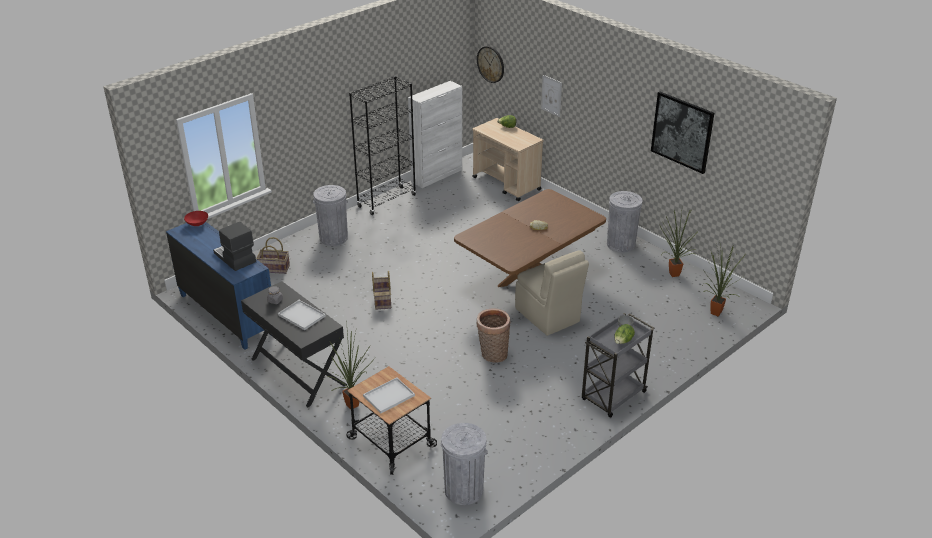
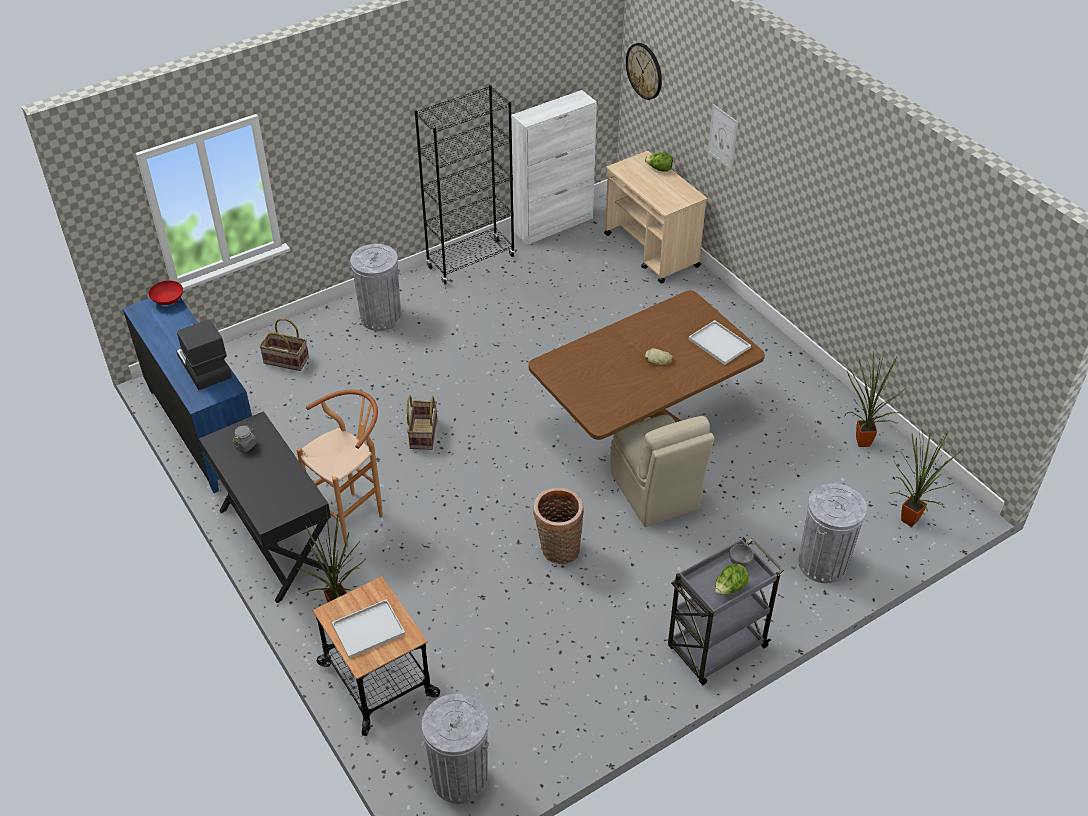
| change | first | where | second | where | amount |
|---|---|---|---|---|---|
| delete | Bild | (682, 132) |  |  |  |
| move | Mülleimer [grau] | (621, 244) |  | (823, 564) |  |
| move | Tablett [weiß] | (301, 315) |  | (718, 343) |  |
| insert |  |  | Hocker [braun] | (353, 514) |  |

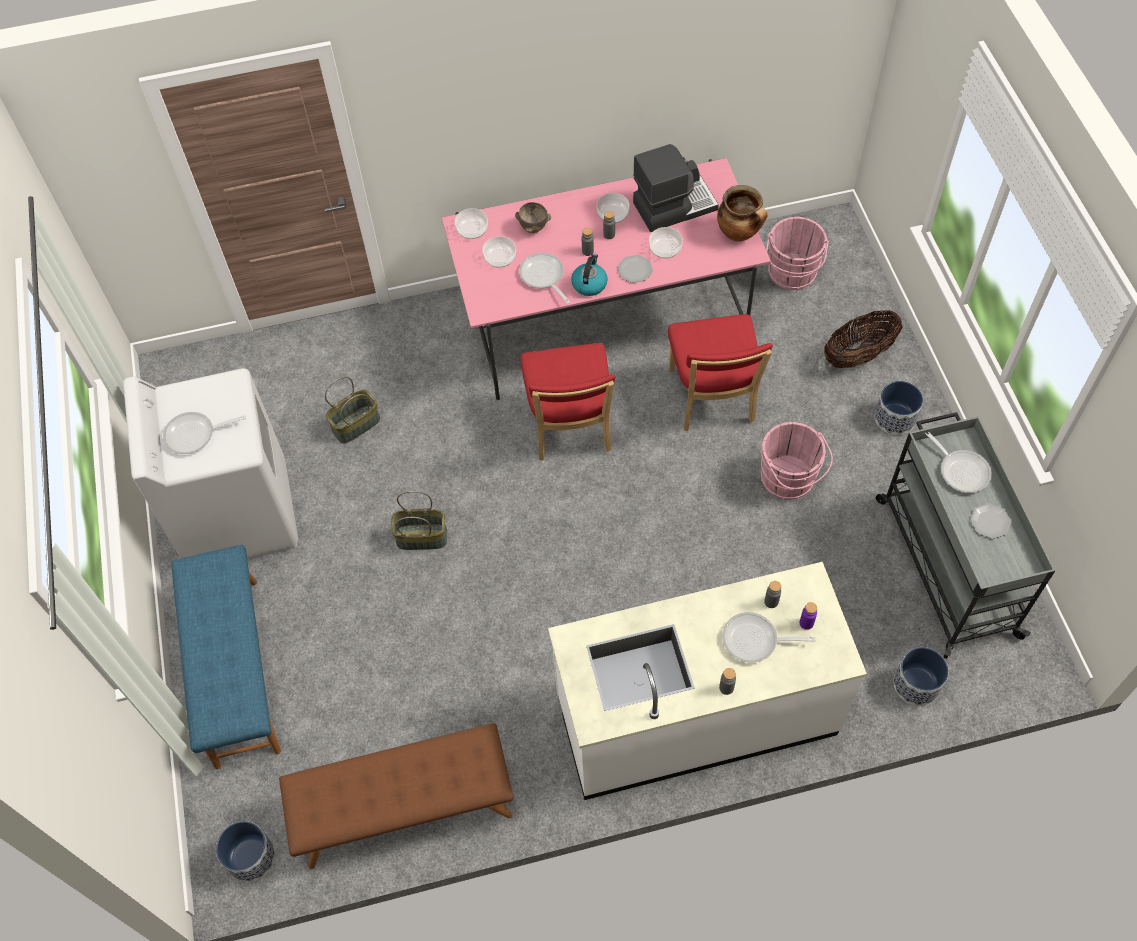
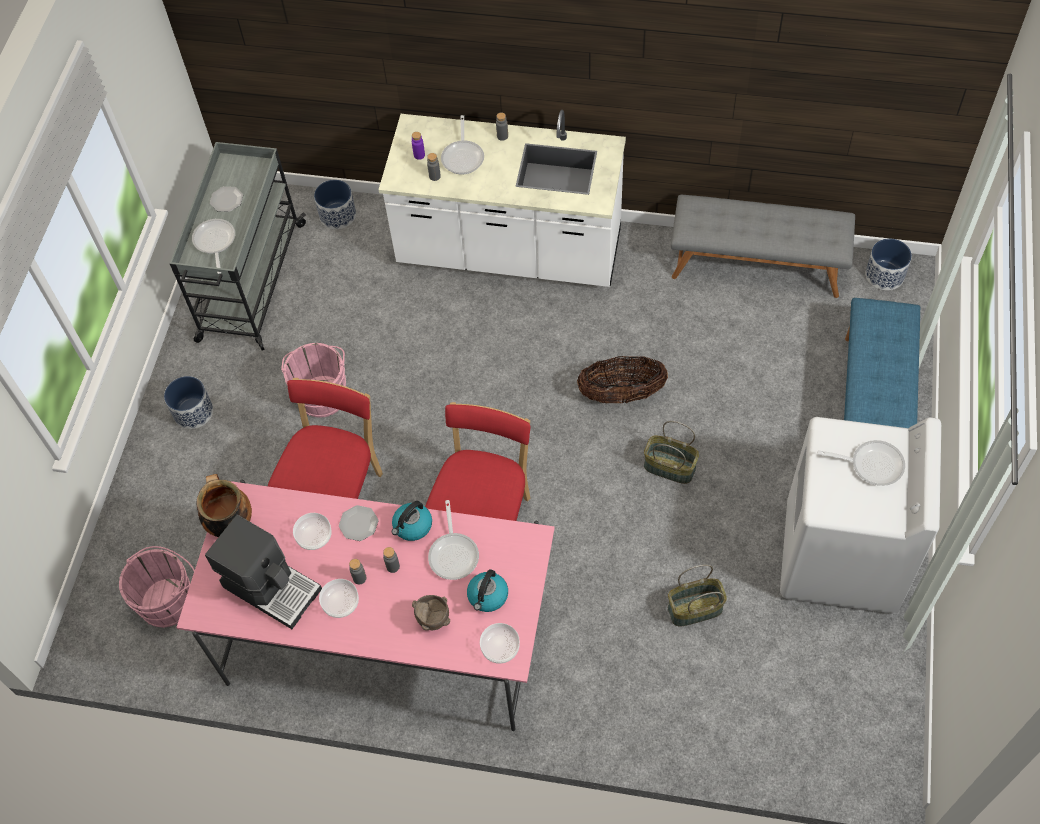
| change | first | where | second | where | amount |
|---|---|---|---|---|---|
| rotate | Kaffeemaschine | (673, 206) |  | (272, 586) | 150 degrees counterclockwise |
| replace | Schüssel | (499, 258) | Wasserkessel | (488, 596) |  |
| move | Korb | (858, 355) |  | (621, 394) |  |
| rotate | Pfanne | (755, 640) |  | (463, 156) | 60 degrees clockwise |
| recolor | Bank [braun] | (405, 811) | Bank [grau] | (757, 265) |  |

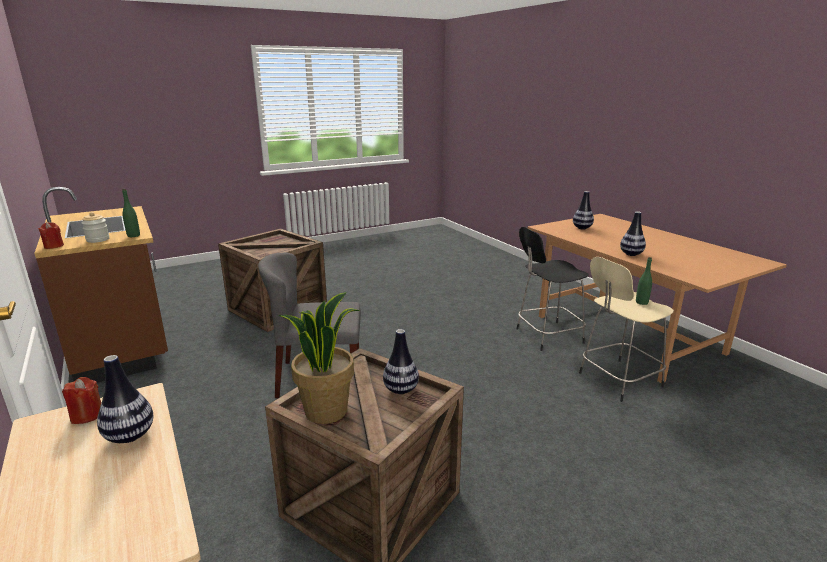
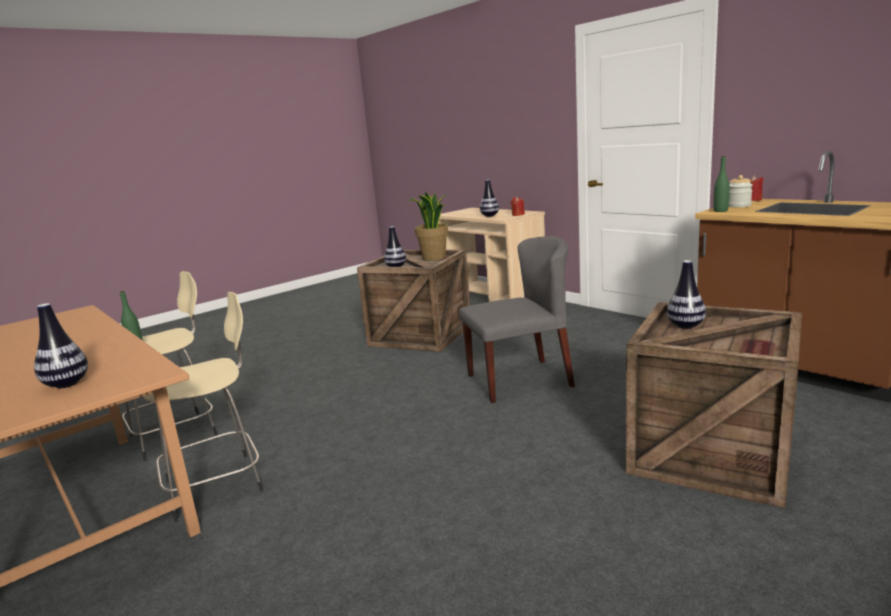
| change | first | where | second | where | amount |
|---|---|---|---|---|---|
| move | Vase | (631, 254) |  | (685, 326) |  |
| recolor | Hocker [schwarz] | (547, 336) | Hocker [beige] | (218, 484) |  |

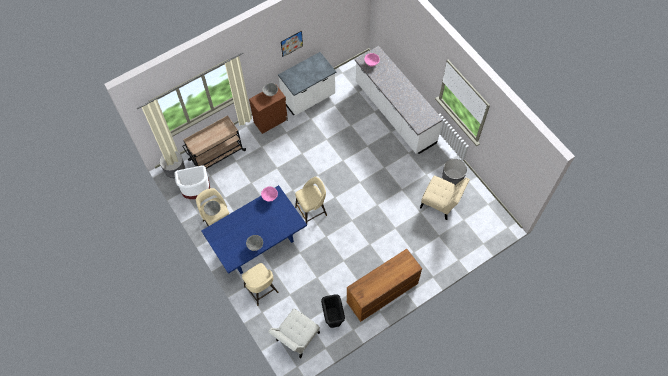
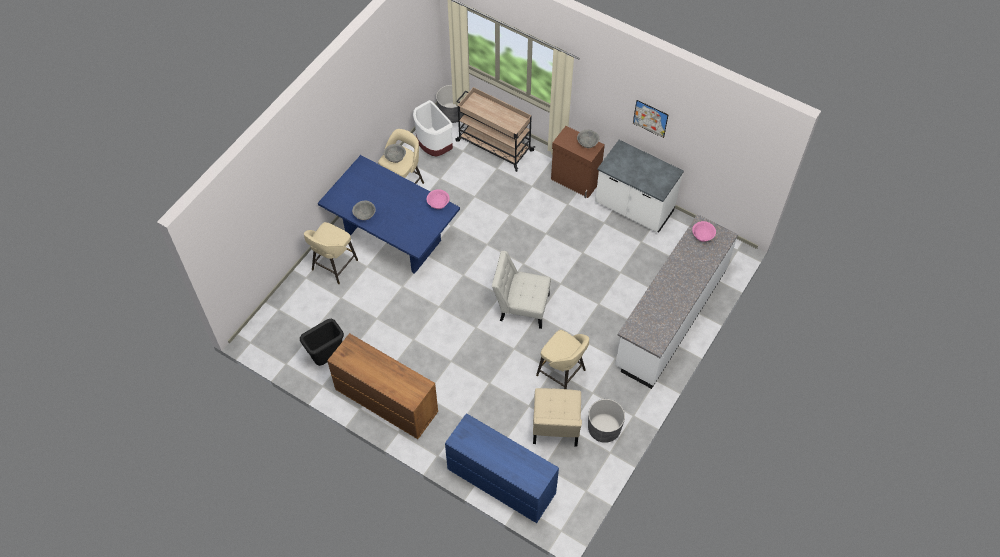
| change | first | where | second | where | amount |
|---|---|---|---|---|---|
| move | Hocker [beige] | (312, 211) |  | (562, 373) |  |
| move | Stuhl [weiß] | (296, 338) |  | (521, 306) |  |
| insert |  |  | Kommode [blau] | (500, 481) |  |

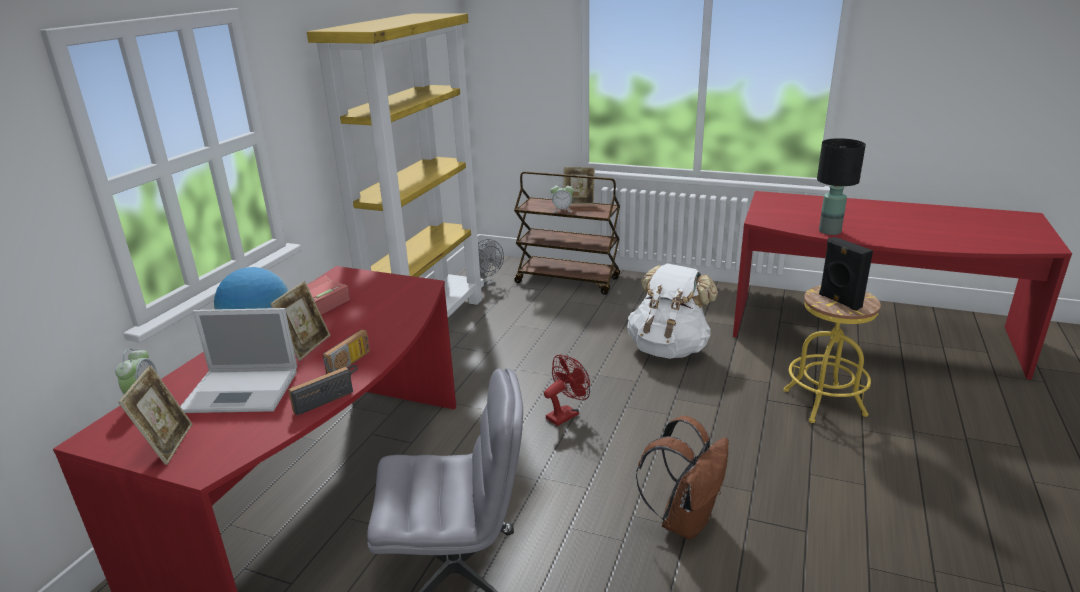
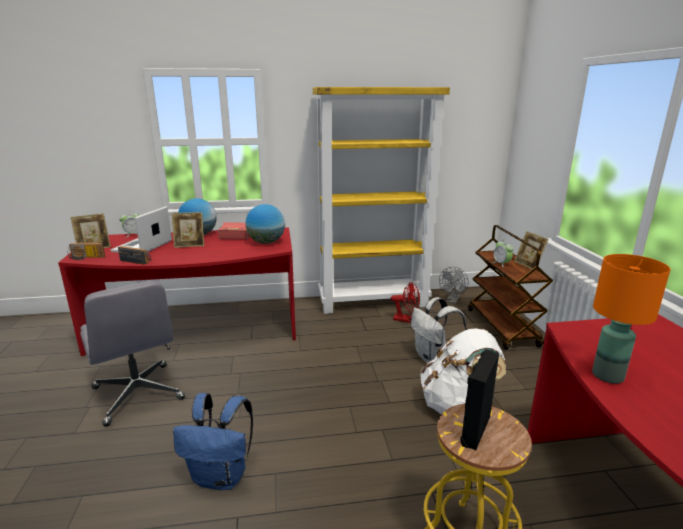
| change | first | where | second | where | amount |
|---|---|---|---|---|---|
| recolor | Tischlampe [schwarz] | (830, 231) | Tischlampe [orange] | (608, 375) |  |
| rotate | Laptop | (243, 390) |  | (142, 246) | 45 degrees clockwise |
| move | Radio | (351, 366) |  | (85, 258) |  |
| move | Ventilator [rot] | (566, 414) |  | (406, 319) |  |
| recolor | Rucksack [braun] | (685, 520) | Rucksack [blau] | (221, 476) |  |
| insert |  |  | Globus | (266, 242) |  |
| insert |  |  | Rucksack [weiß] | (433, 358) |  |

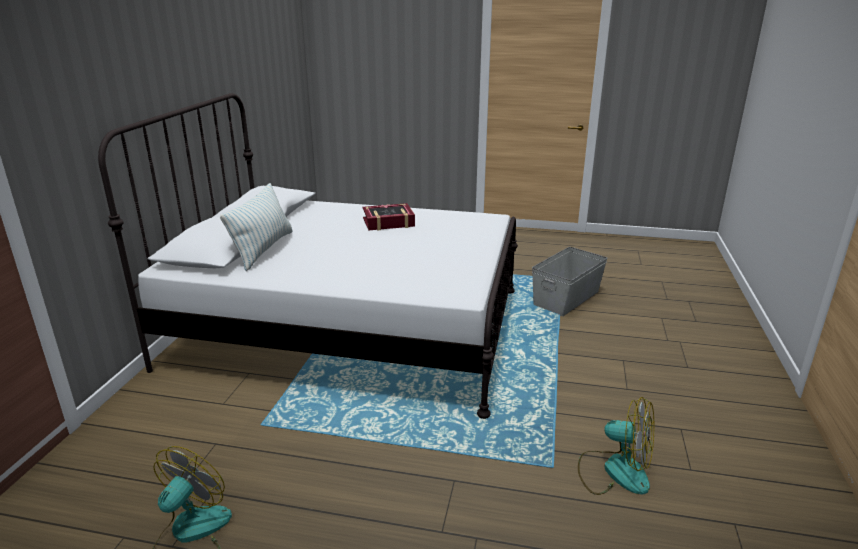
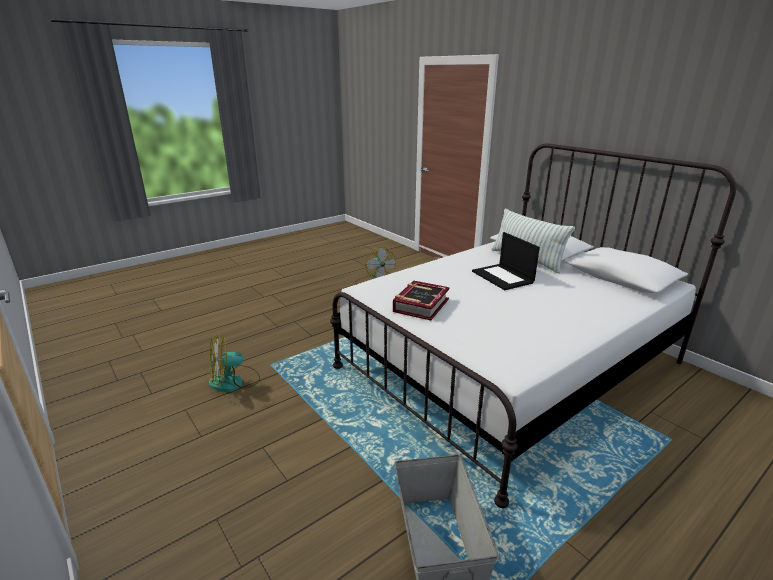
| change | first | where | second | where | amount |
|---|---|---|---|---|---|
| move | Buch | (388, 222) |  | (420, 305) |  |
| insert |  |  | Laptop | (503, 277) |  |

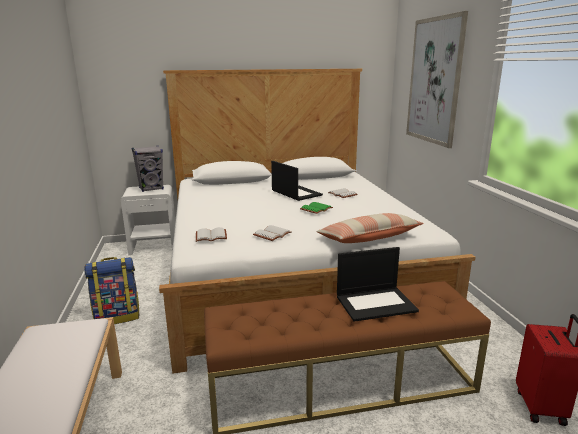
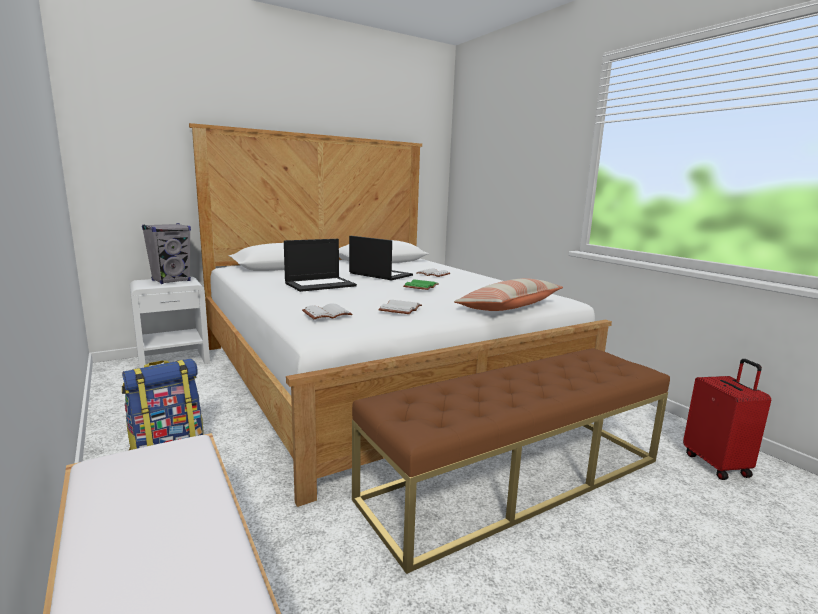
| change | first | where | second | where | amount |
|---|---|---|---|---|---|
| delete | Bild | (434, 81) |  |  |  |
| move | Laptop | (376, 303) |  | (320, 284) |  |

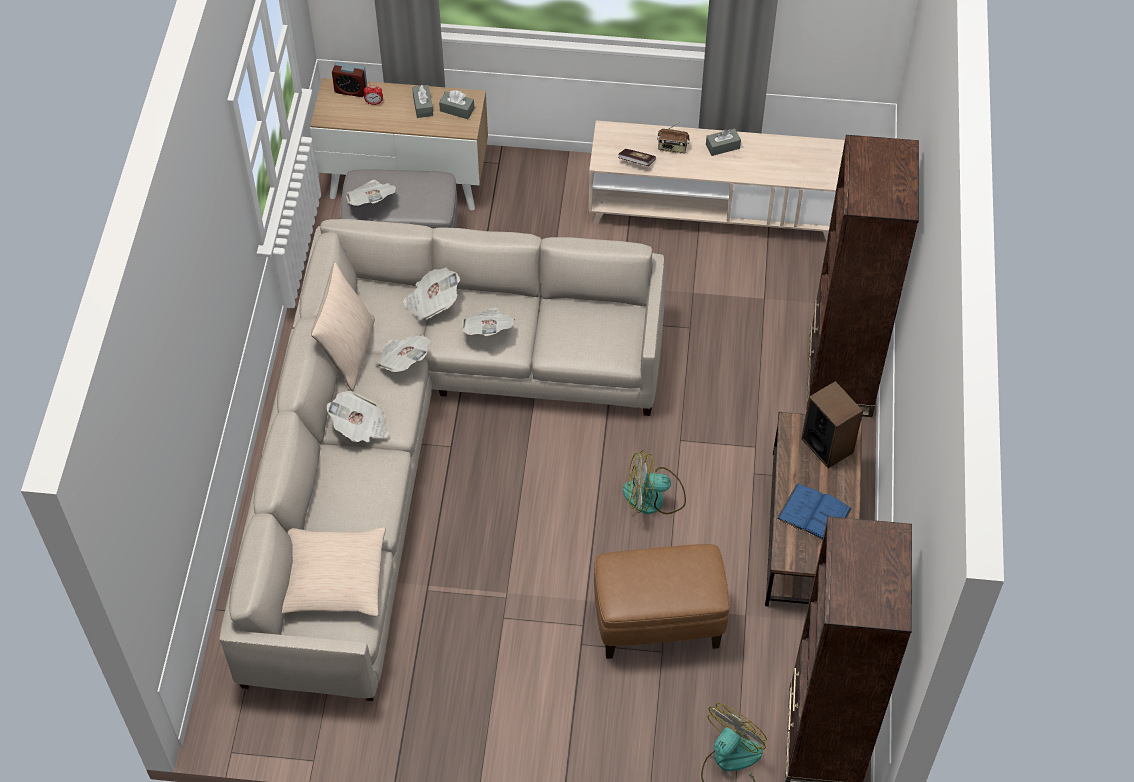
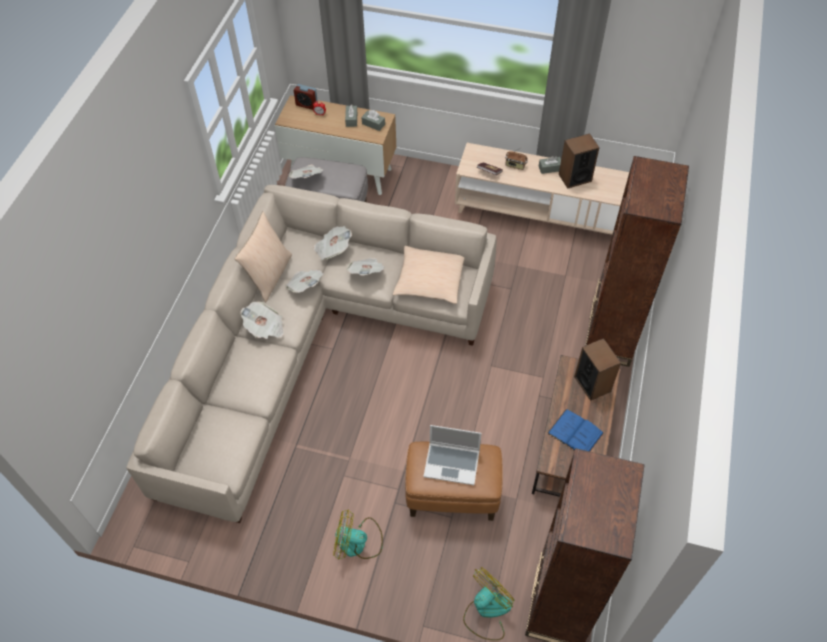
| change | first | where | second | where | amount |
|---|---|---|---|---|---|
| move | Ventilator | (653, 497) |  | (358, 542) |  |
| move | Kissen [beige] | (334, 579) |  | (430, 280) |  |
| insert |  |  | Lautsprecher | (574, 178) |  |
| insert |  |  | Laptop | (452, 463) |  |

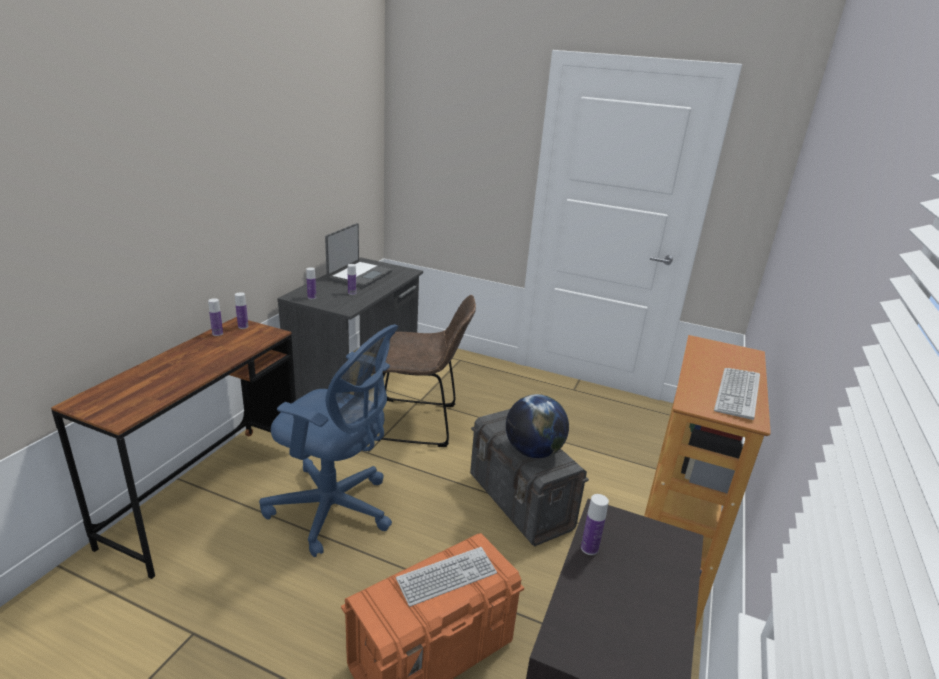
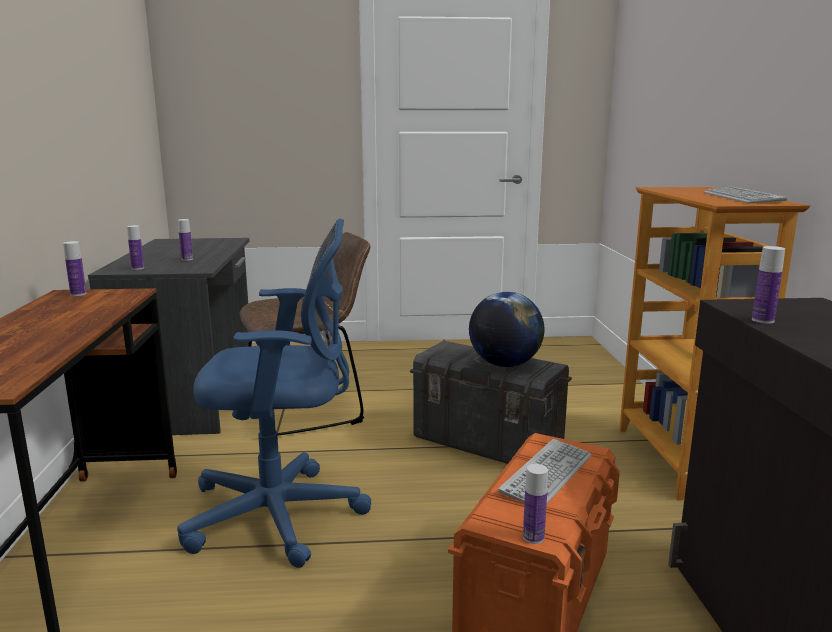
| change | first | where | second | where | amount |
|---|---|---|---|---|---|
| delete | Laptop | (359, 275) |  |  |  |
| move | Flasche | (217, 333) |  | (533, 537) |  |

